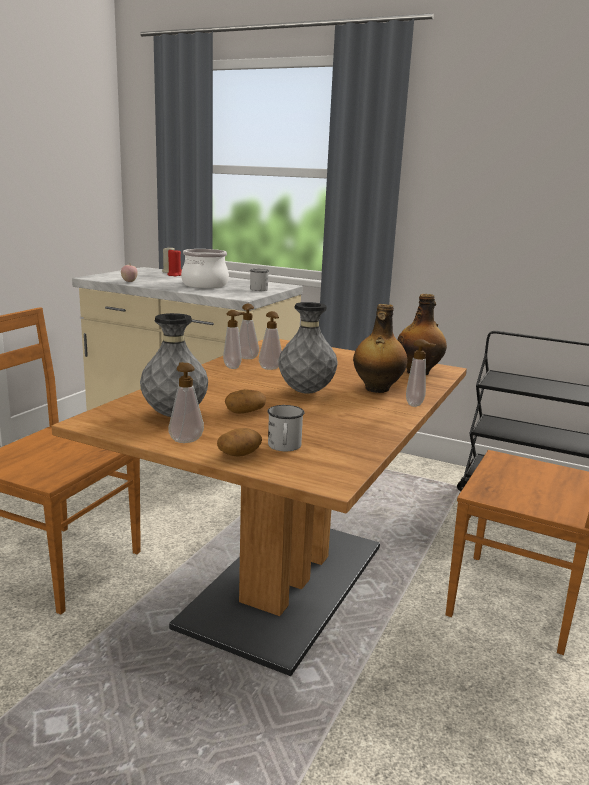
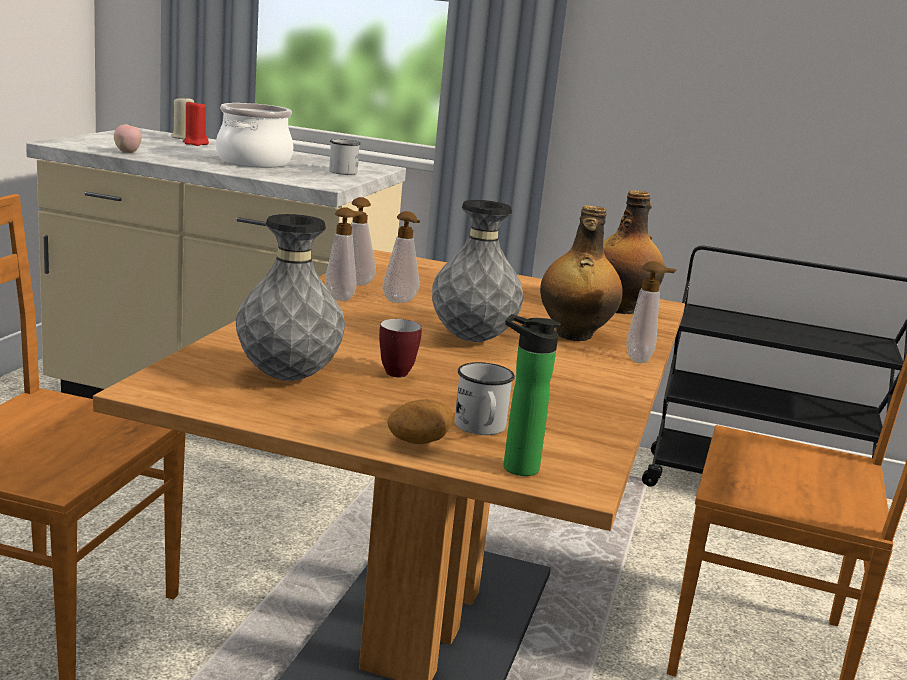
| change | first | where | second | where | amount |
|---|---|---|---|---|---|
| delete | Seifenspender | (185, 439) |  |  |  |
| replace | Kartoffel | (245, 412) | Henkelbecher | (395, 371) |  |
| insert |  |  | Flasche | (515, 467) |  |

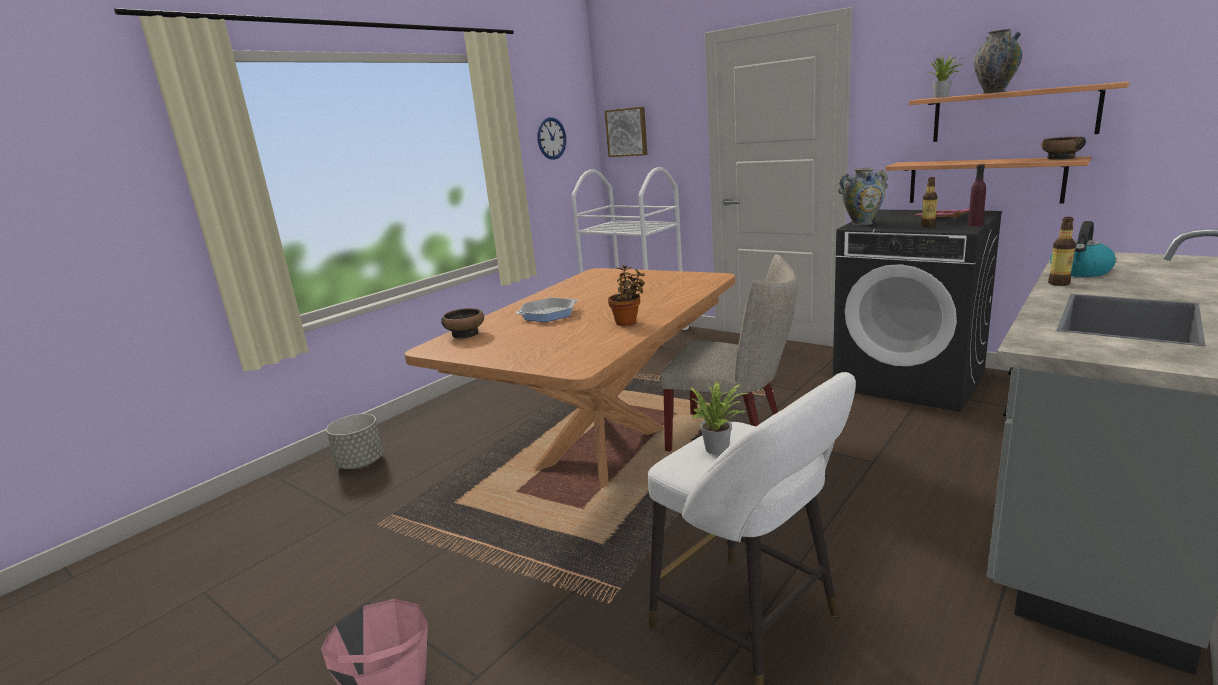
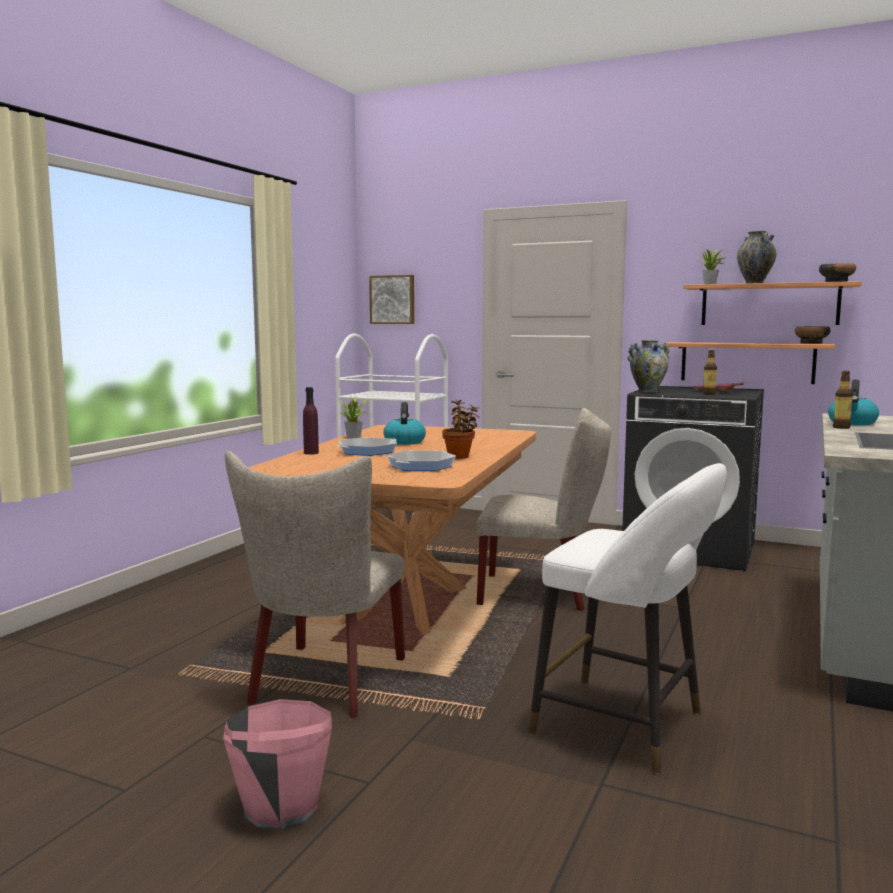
| change | first | where | second | where | amount |
|---|---|---|---|---|---|
| delete | Wanduhr | (551, 138) |  |  |  |
| move | Flasche [lila] | (975, 225) |  | (311, 453) |  |
| move | Schüssel | (465, 334) |  | (836, 282) |  |
| move | Topfpflanze | (720, 448) |  | (355, 437) |  |
| delete | Pflanzkübel [grau] | (360, 463) |  |  |  |
| insert |  |  | Wasserkessel | (404, 442) |  |
| insert |  |  | Stuhl [beige] | (323, 684) |  |
| insert |  |  | Pfanne | (421, 466) |  |

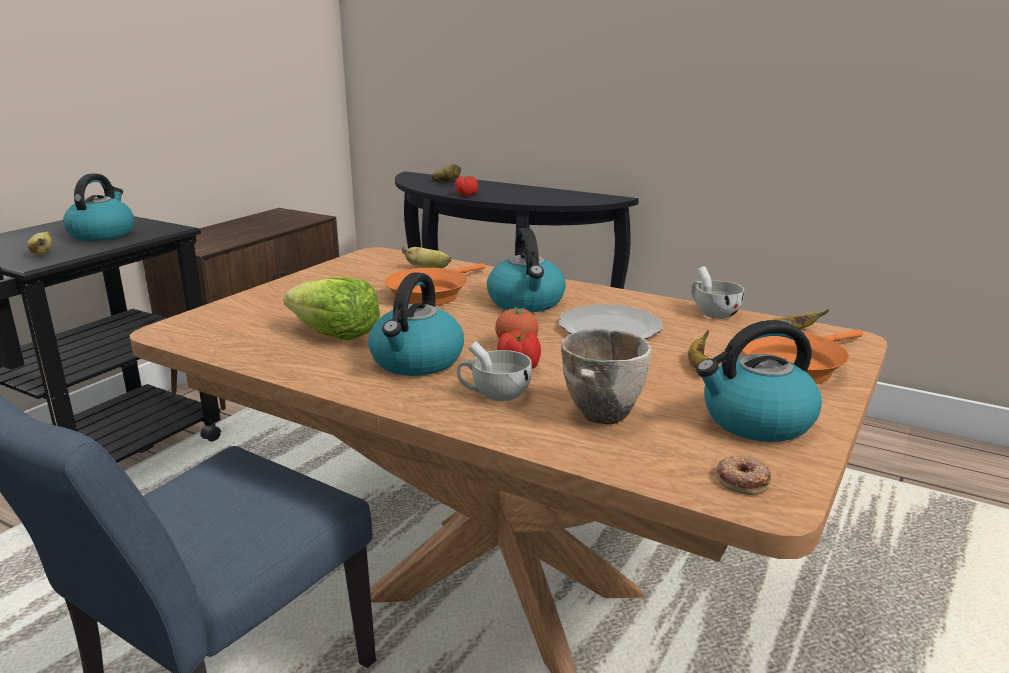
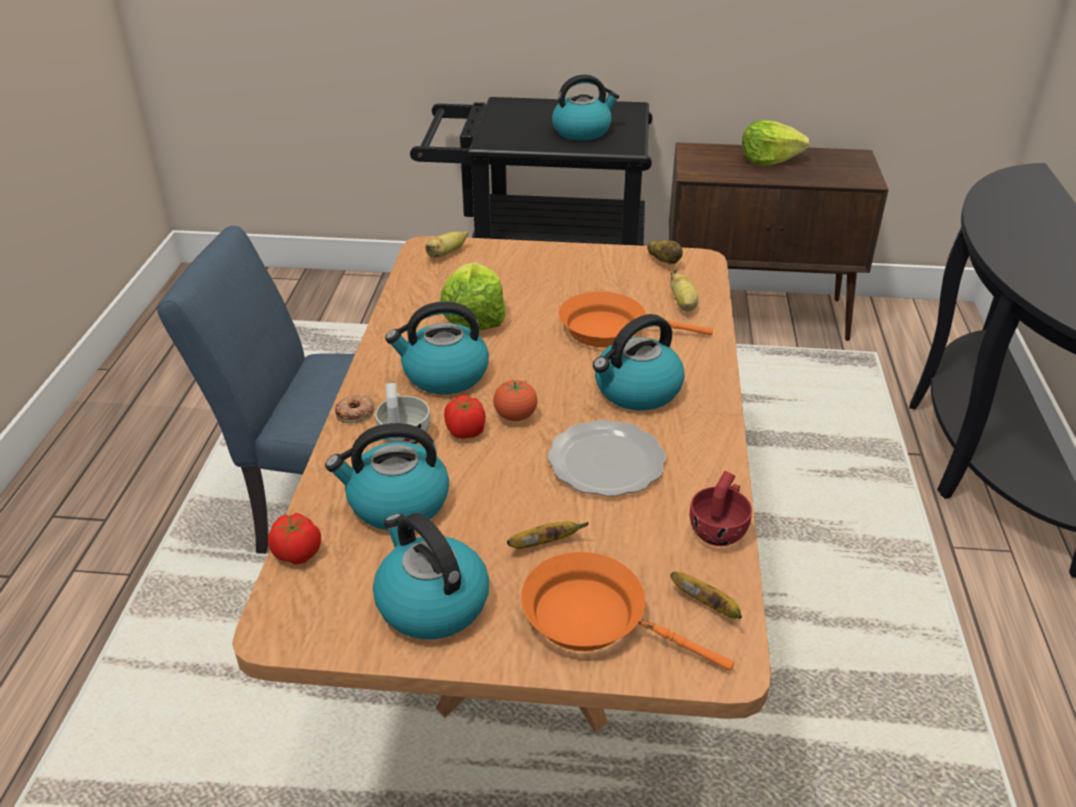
| change | first | where | second | where | amount |
|---|---|---|---|---|---|
| move | Kartoffel | (446, 181) |  | (664, 262) |  |
| move | Tomate | (467, 195) |  | (297, 554) |  |
| move | Banane | (43, 254) |  | (446, 254) |  |
| recolor | Tasse [weiß] | (712, 313) | Tasse [rot] | (720, 529) |  |
| replace | Schüssel | (604, 414) | Wasserkessel | (396, 503) |  |
| move | Donut | (743, 480) |  | (355, 412) |  |
| insert |  |  | Salatkopf | (768, 160) |  |

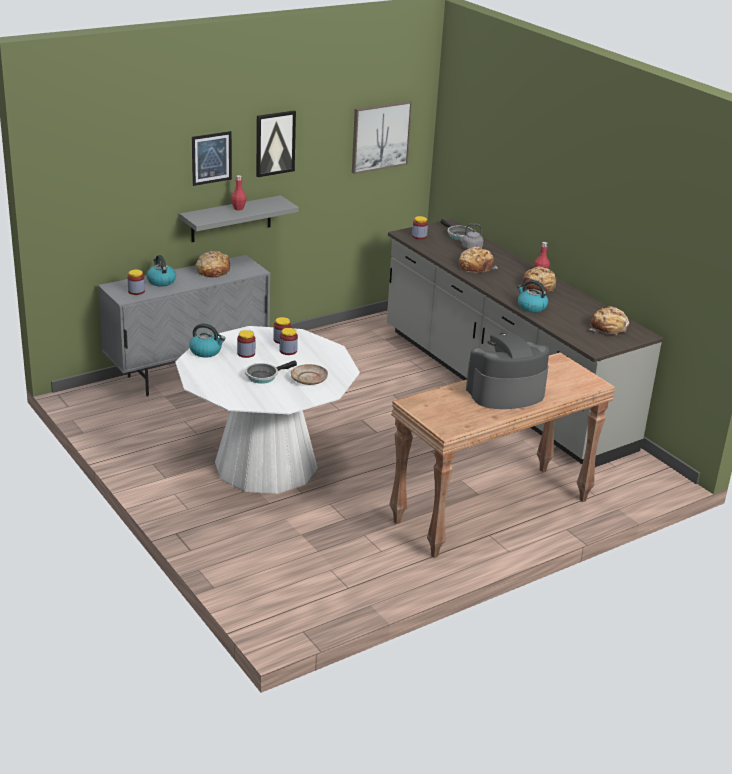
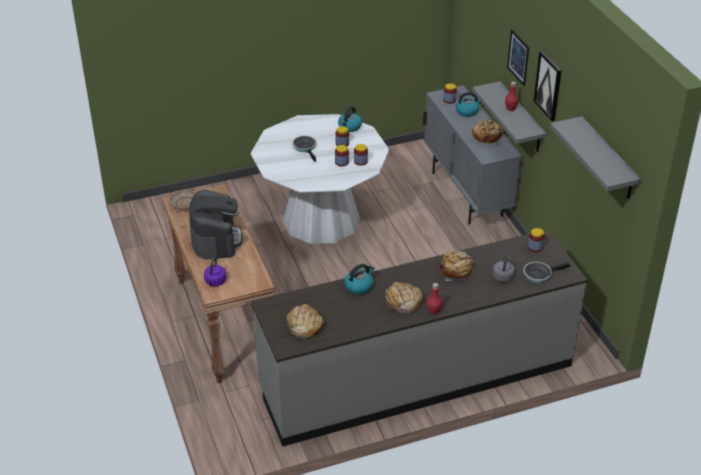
| change | first | where | second | where | amount |
|---|---|---|---|---|---|
| replace | Bild | (380, 136) | Wandregal [grau] | (608, 159) |  |
| move | Teller [beige] | (309, 379) |  | (184, 203) |  |
| insert |  |  | Wasserkessel [lila] | (215, 282) |  |

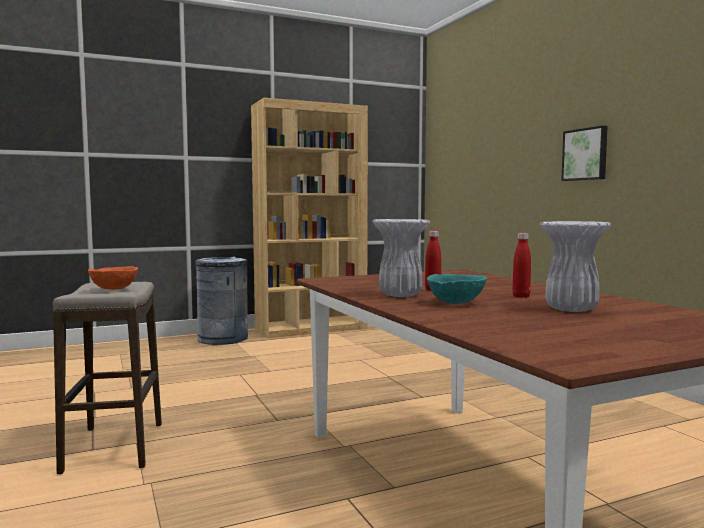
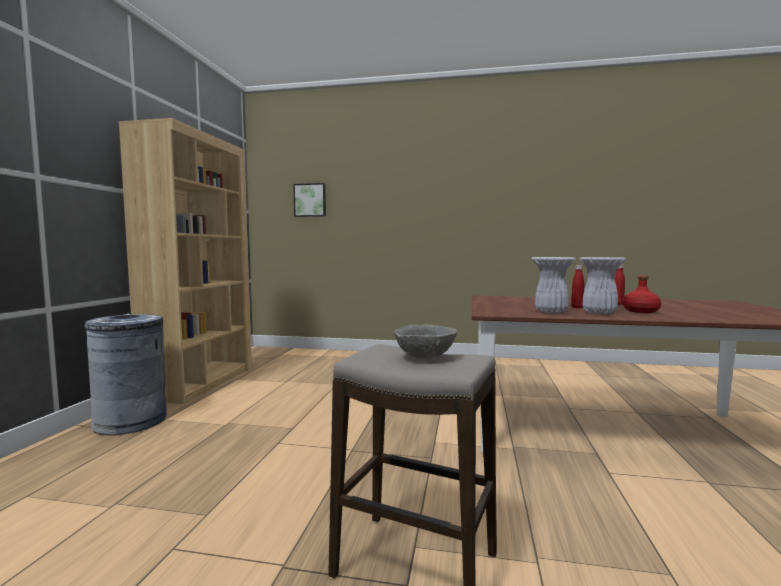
| change | first | where | second | where | amount |
|---|---|---|---|---|---|
| move | Bild | (585, 154) |  | (310, 200) |  |
| move | Vase [weiß] | (572, 309) |  | (551, 311) |  |
| recolor | Schüssel [orange] | (113, 289) | Schüssel [grau] | (426, 357) |  |
| replace | Schüssel [türkis] | (456, 303) | Flasche [rot] | (641, 311) |  |

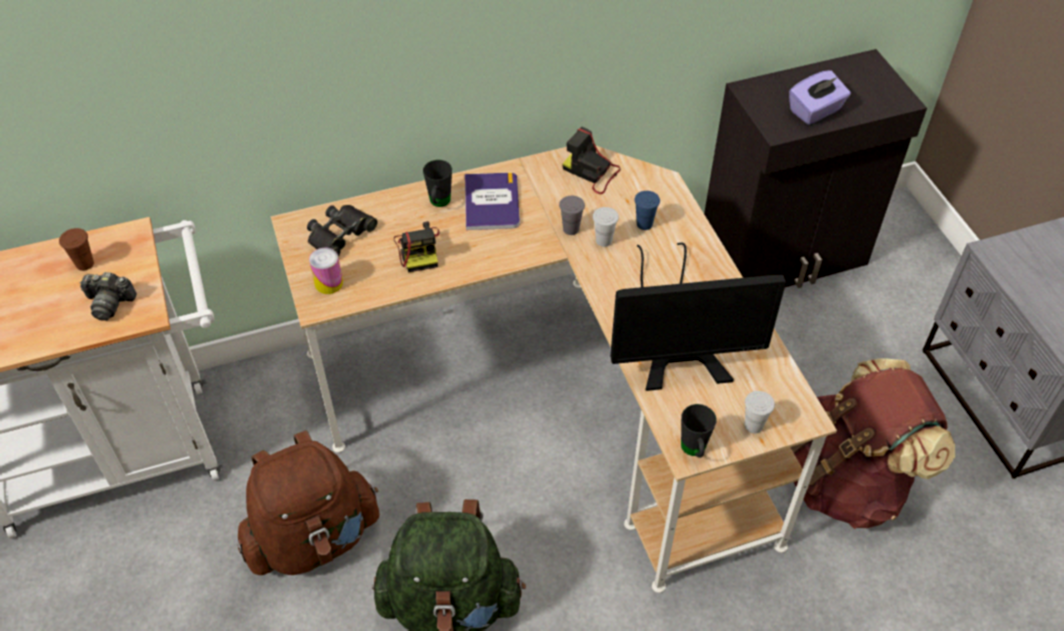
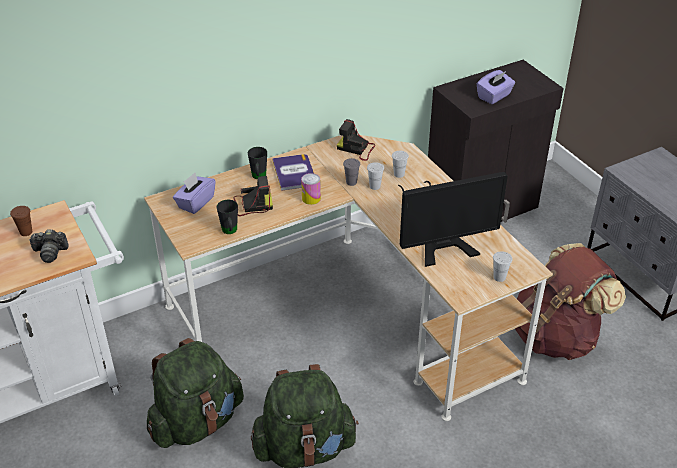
| change | first | where | second | where | amount |
|---|---|---|---|---|---|
| recolor | Tasse [blau] | (644, 224) | Tasse [weiß] | (399, 174) |  |
| replace | Fernglas [schwarz] | (340, 235) | Taschentuchbox [lila] | (195, 203) |  |
| rotate | Kamera | (419, 250) |  | (252, 205) | 75 degrees counterclockwise |
| move | Dose | (329, 283) |  | (311, 198) |  |
| move | Henkelbecher [schwarz] | (694, 451) |  | (230, 232) |  |
| recolor | Rucksack [braun] | (314, 538) | Rucksack [grün] | (197, 422) |  |

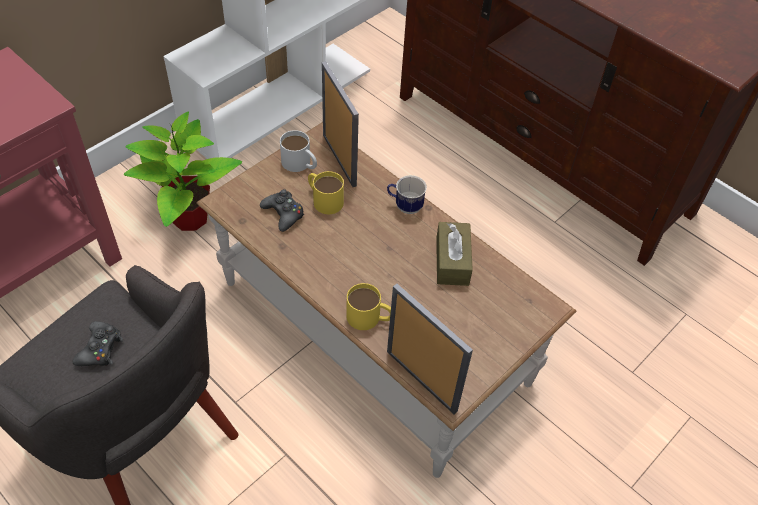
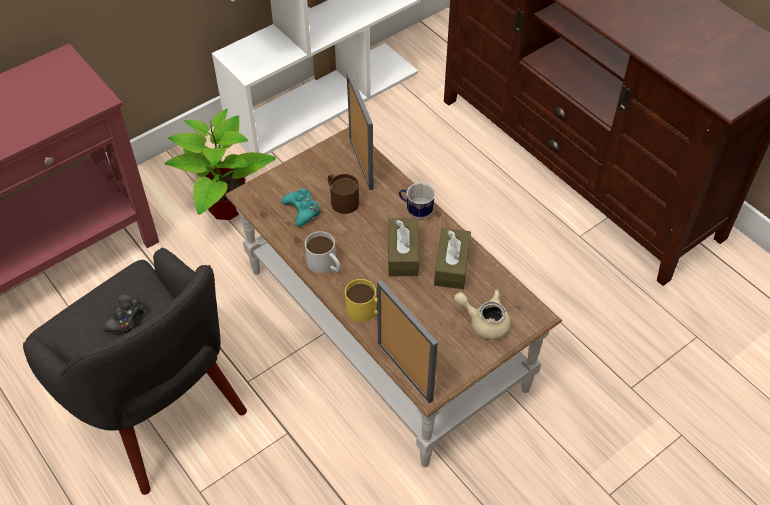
| change | first | where | second | where | amount |
|---|---|---|---|---|---|
| move | Henkelbecher [weiß] | (300, 164) |  | (325, 265) |  |
| recolor | Henkelbecher [gelb] | (324, 199) | Henkelbecher [braun] | (341, 199) |  |
| recolor | Gamepad [schwarz] | (283, 214) | Gamepad [türkis] | (302, 210) |  |
| insert |  |  | Taschentuchbox [braun] | (402, 254) |  |
| insert |  |  | Teekanne [beige] | (484, 322) |  |

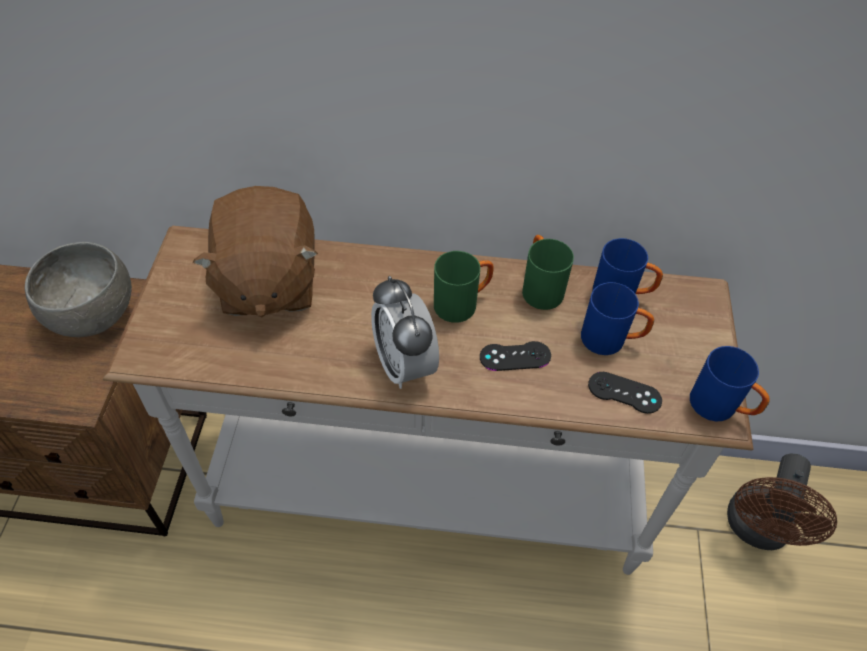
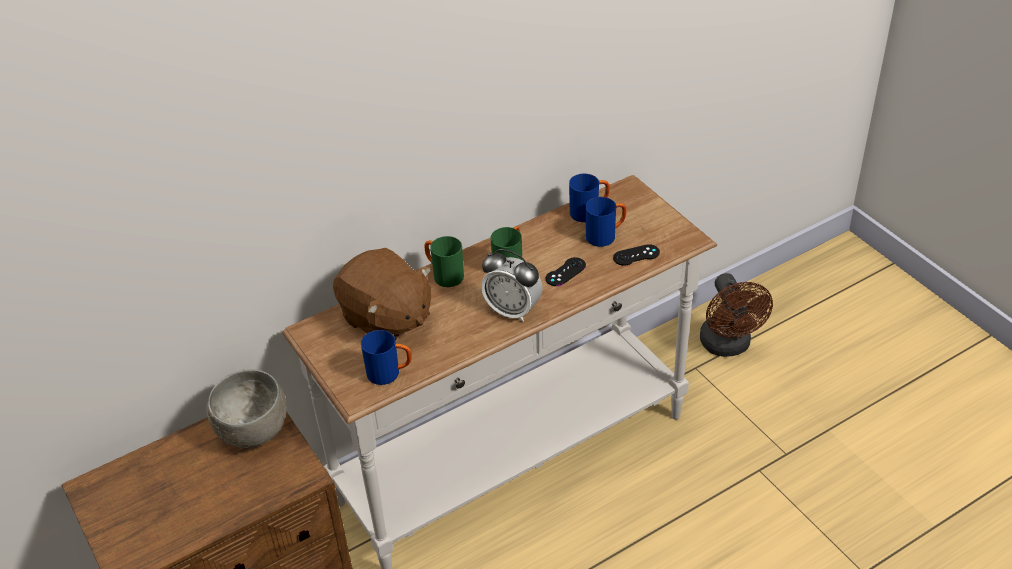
| change | first | where | second | where | amount |
|---|---|---|---|---|---|
| move | Henkelbecher [grün] | (539, 287) |  | (443, 275) |  |
| move | Henkelbecher [blau] | (721, 408) |  | (390, 373) |  |

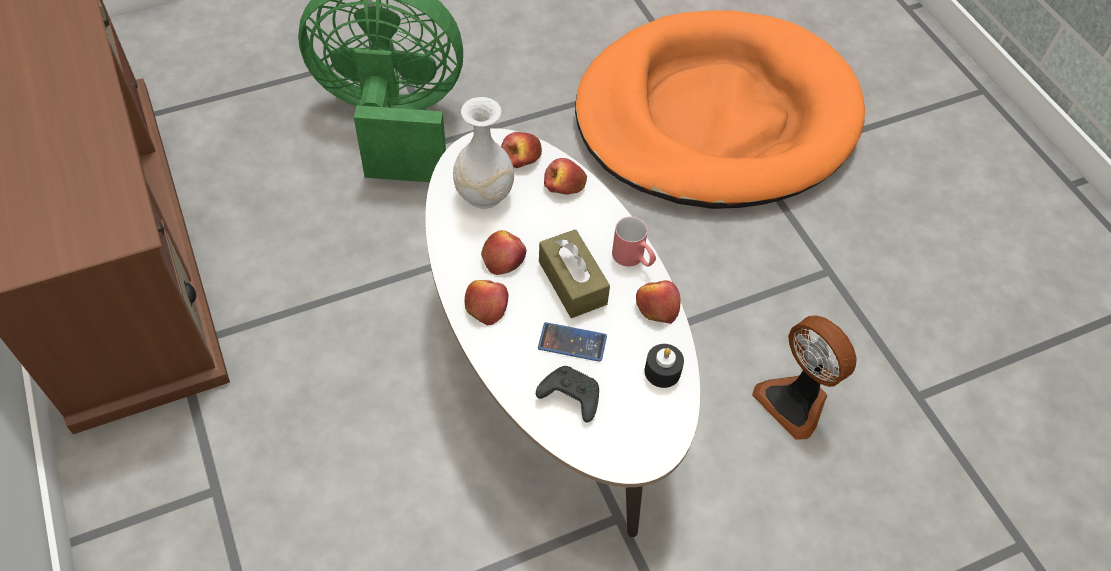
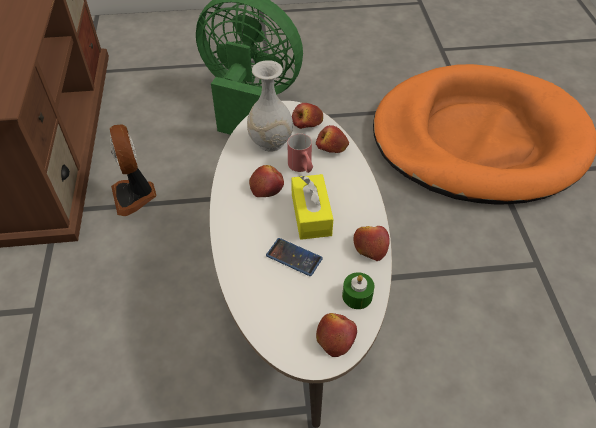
| change | first | where | second | where | amount |
|---|---|---|---|---|---|
| move | Henkelbecher [rot] | (633, 259) |  | (302, 168) |  |
| recolor | Taschentuchbox [braun] | (572, 283) | Taschentuchbox [gelb] | (311, 214) |  |
| move | Apfel | (486, 305) |  | (335, 337) |  |
| move | Ventilator | (795, 401) |  | (135, 195) |  |
| recolor | Kerze [schwarz] | (662, 371) | Kerze [grün] | (357, 296) |  |
| delete | Gamepad [schwarz] | (569, 397) |  |  |  |

